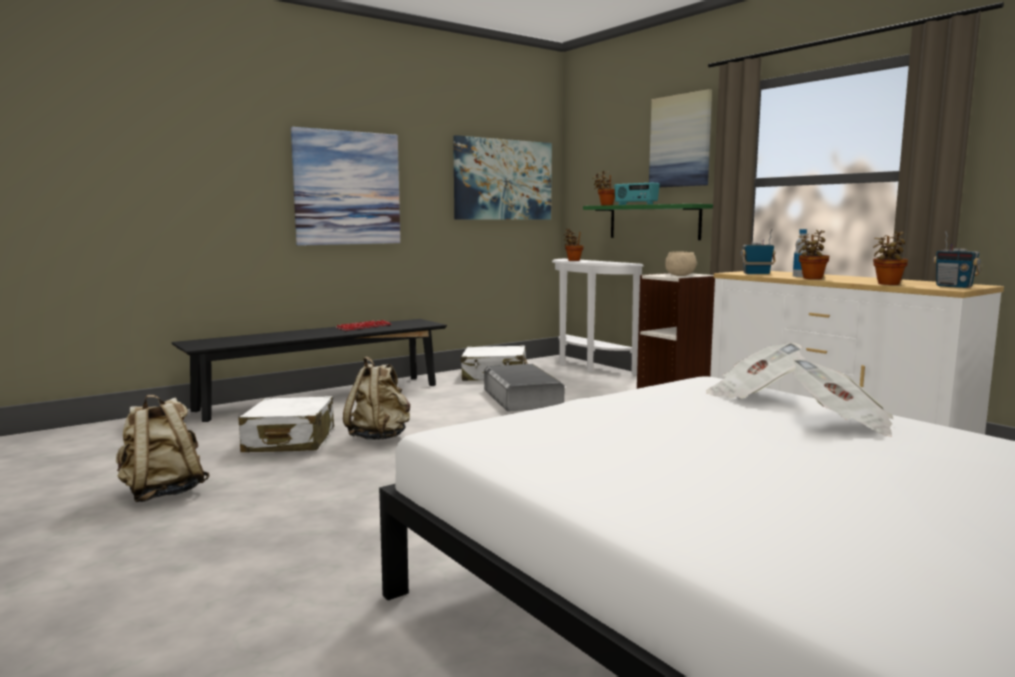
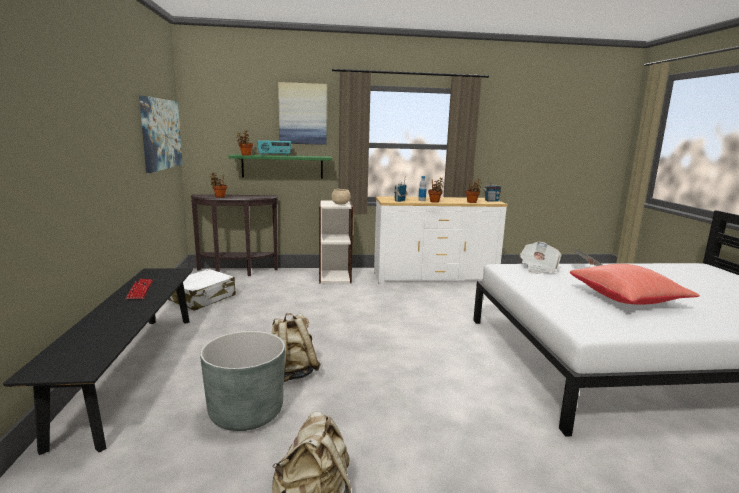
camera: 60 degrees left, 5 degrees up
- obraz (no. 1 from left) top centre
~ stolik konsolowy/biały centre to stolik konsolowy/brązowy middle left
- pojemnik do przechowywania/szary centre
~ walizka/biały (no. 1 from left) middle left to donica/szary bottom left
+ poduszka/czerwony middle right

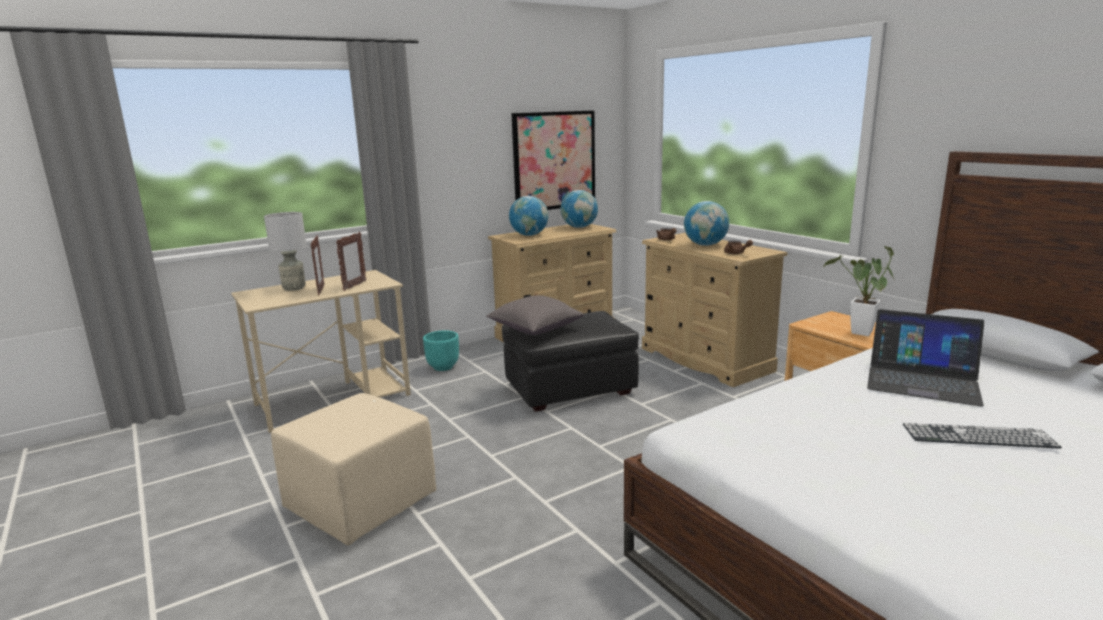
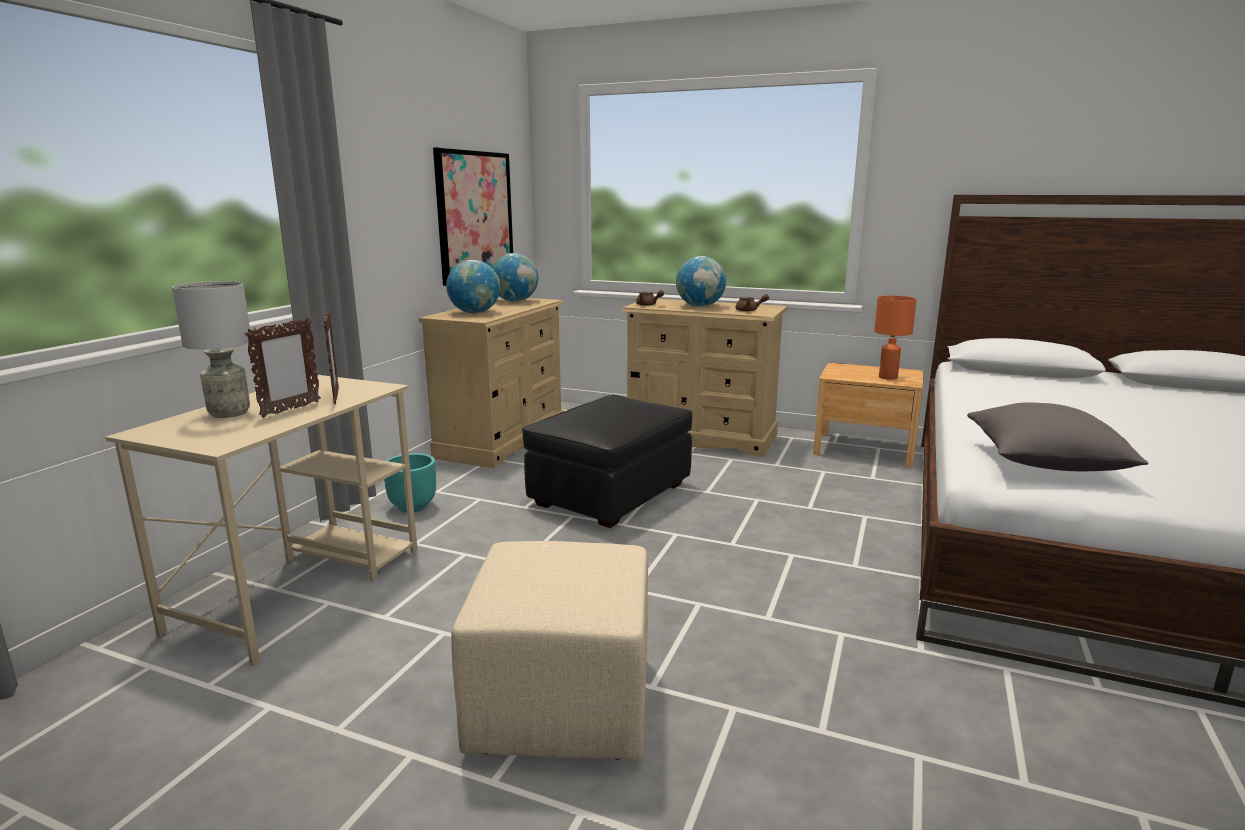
camera: 35 degrees left, 0 degrees up
~ ramka na zdjęcie (no. 1 from left) middle left = middle left 75 degrees clockwise
~ roślina doniczkowa middle right to lampa stołowa/pomarańczowy middle right
~ poduszka/szary centre to middle right
- laptop middle right
- klawiatura bottom right

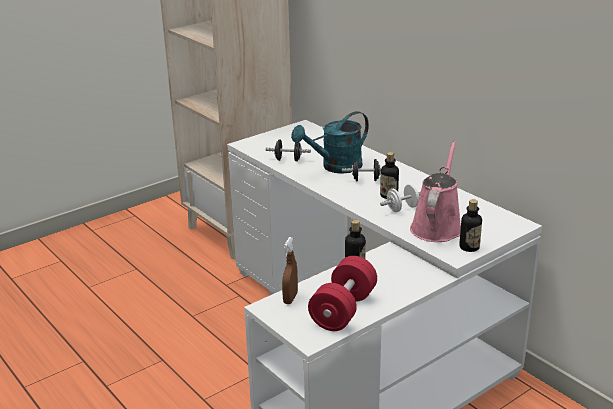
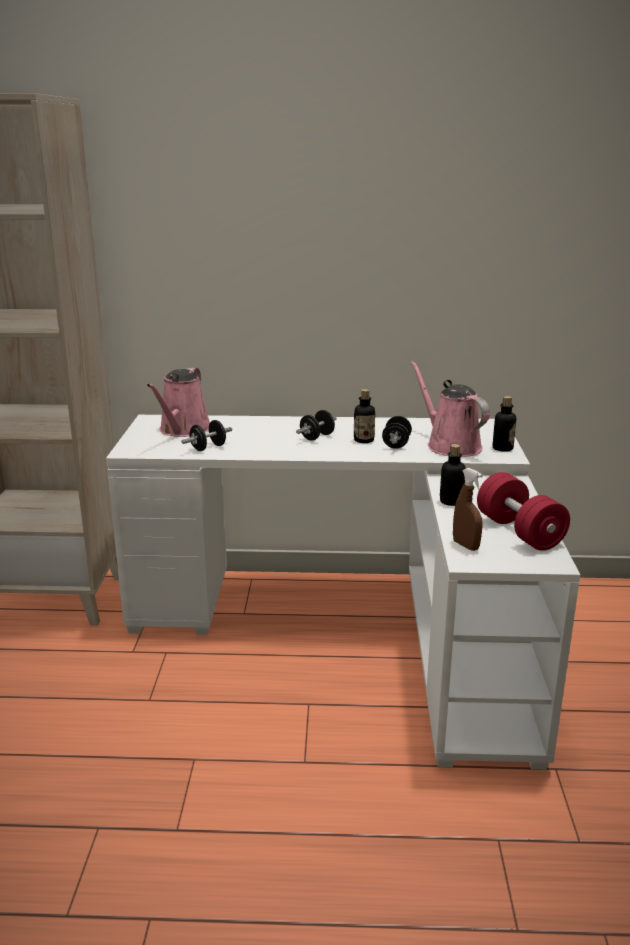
camera: 50 degrees left, 5 degrees down
- konewka/turkusowy centre
~ hantel/biały centre to hantel/czarny (no. 3 from left) centre
+ konewka/różowy (no. 1 from left) middle left

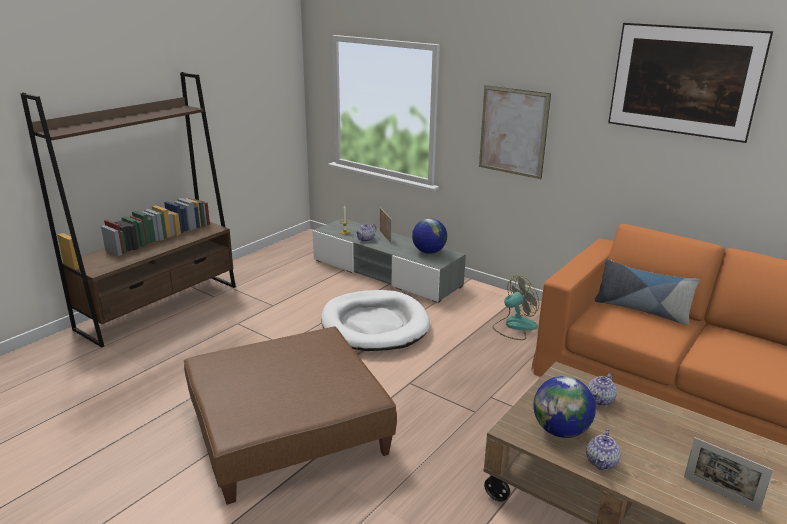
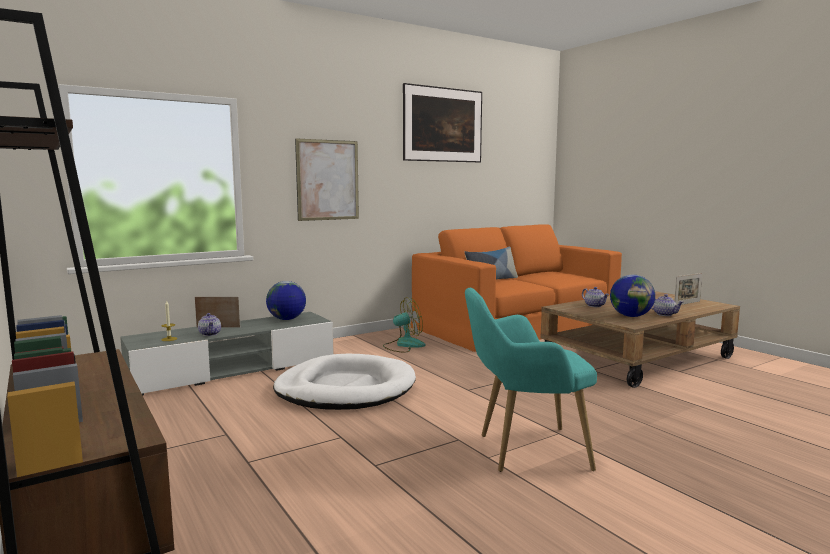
camera: 70 degrees left, 15 degrees down
~ wentylator centre = centre 75 degrees clockwise
~ pufa/brązowy bottom centre to fotel/turkusowy bottom centre

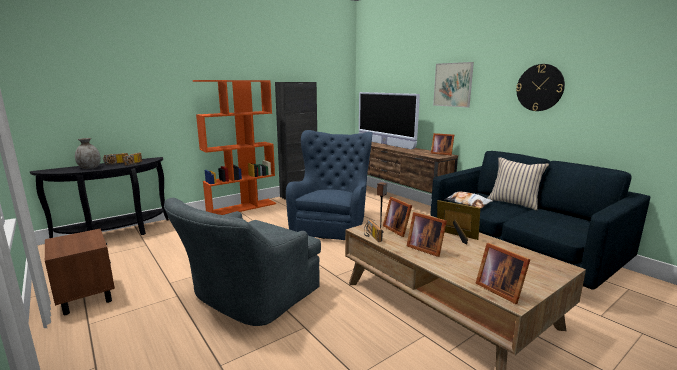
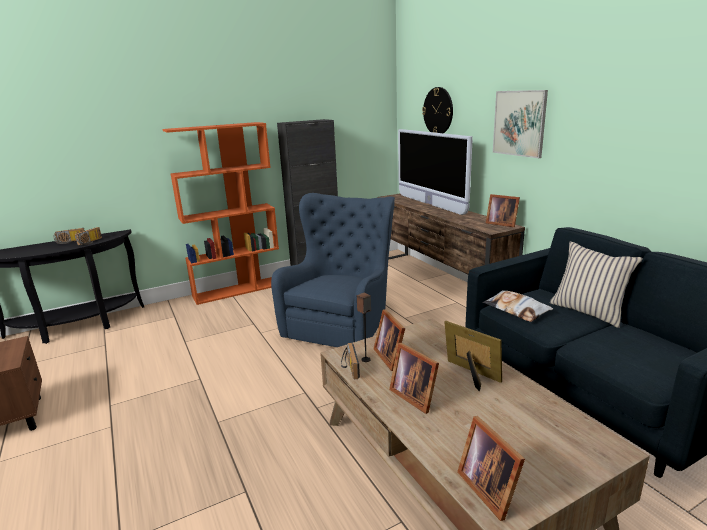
camera: 10 degrees right, 5 degrees up
~ zegar ścienny top right to top centre
- wazon/szary middle left
- fotel/szary bottom centre

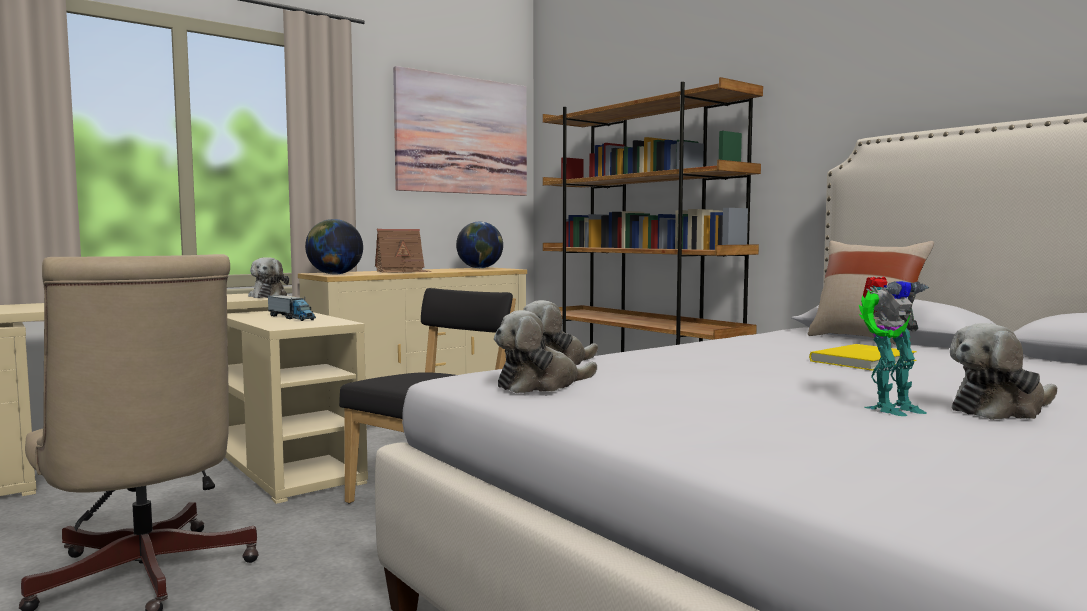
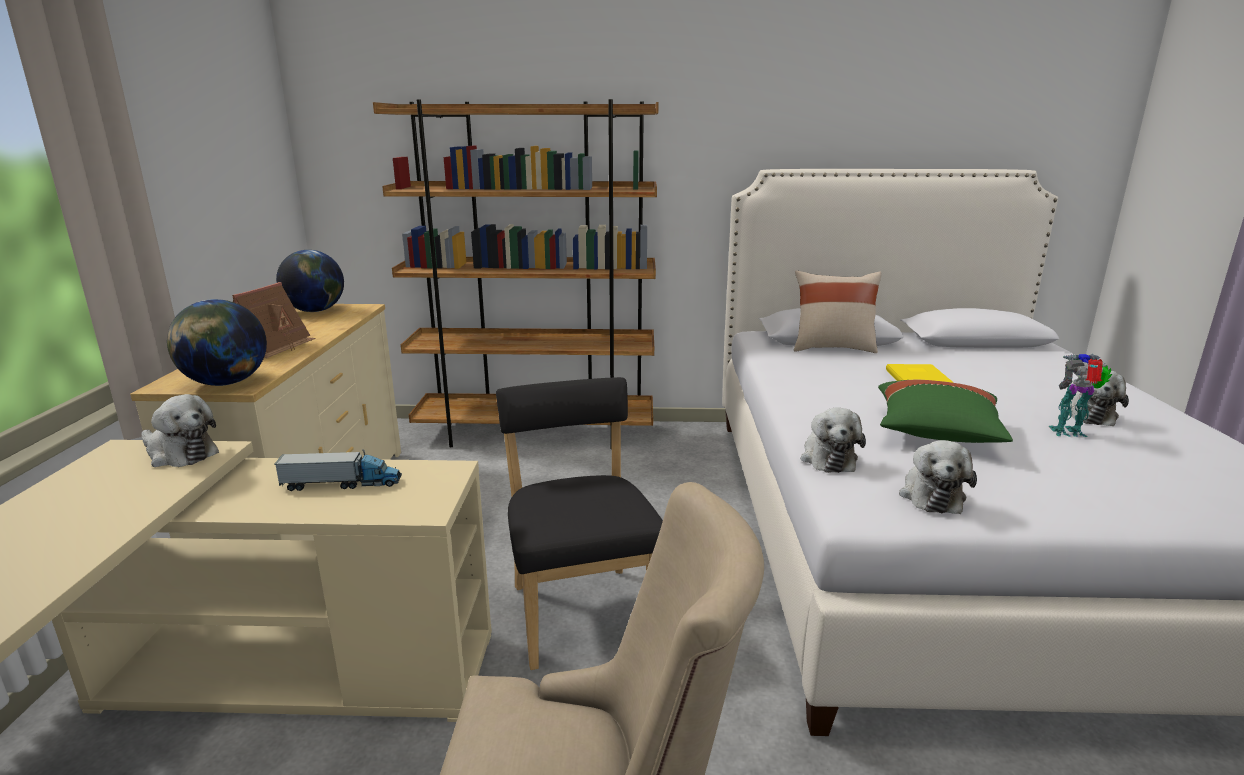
camera: 50 degrees left, 15 degrees up
- obraz top centre
~ robot zabawkowy middle right = middle right 105 degrees counterclockwise
+ poduszka/zielony middle right

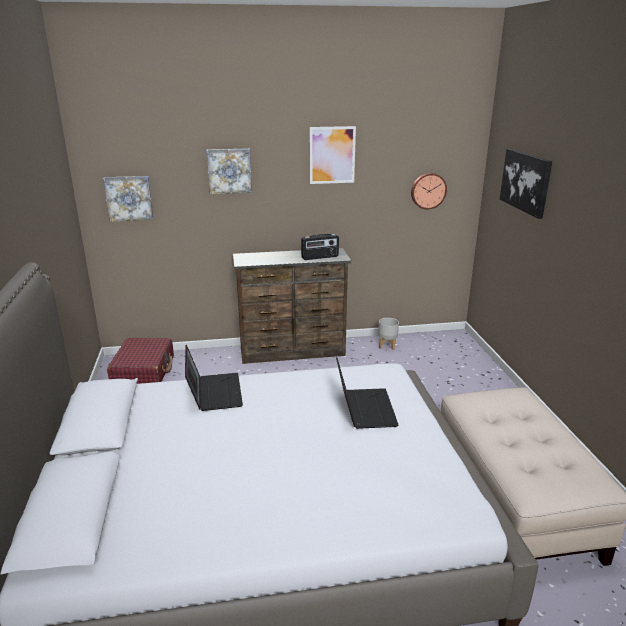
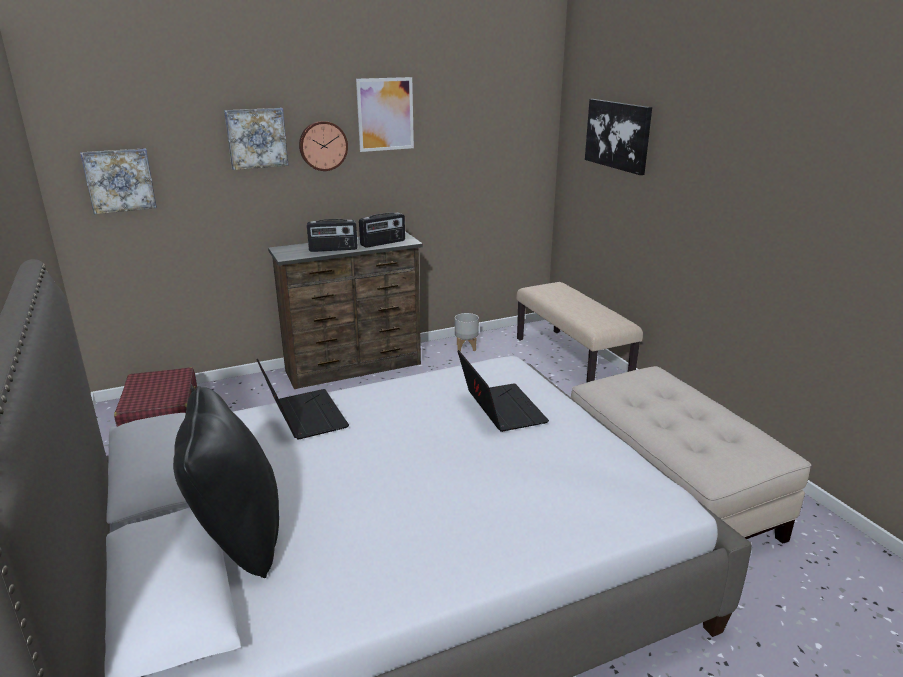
camera: 15 degrees left, 0 degrees up
~ zegar ścienny top right to top centre
+ radio (no. 1 from left) centre
+ ławka/beżowy centre
+ poduszka/czarny bottom left

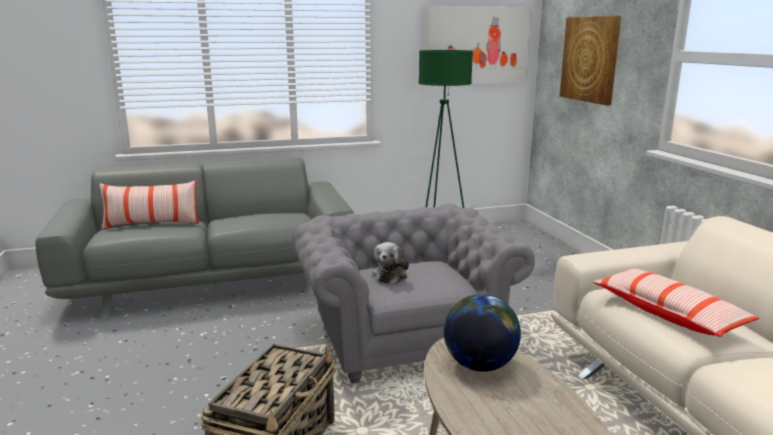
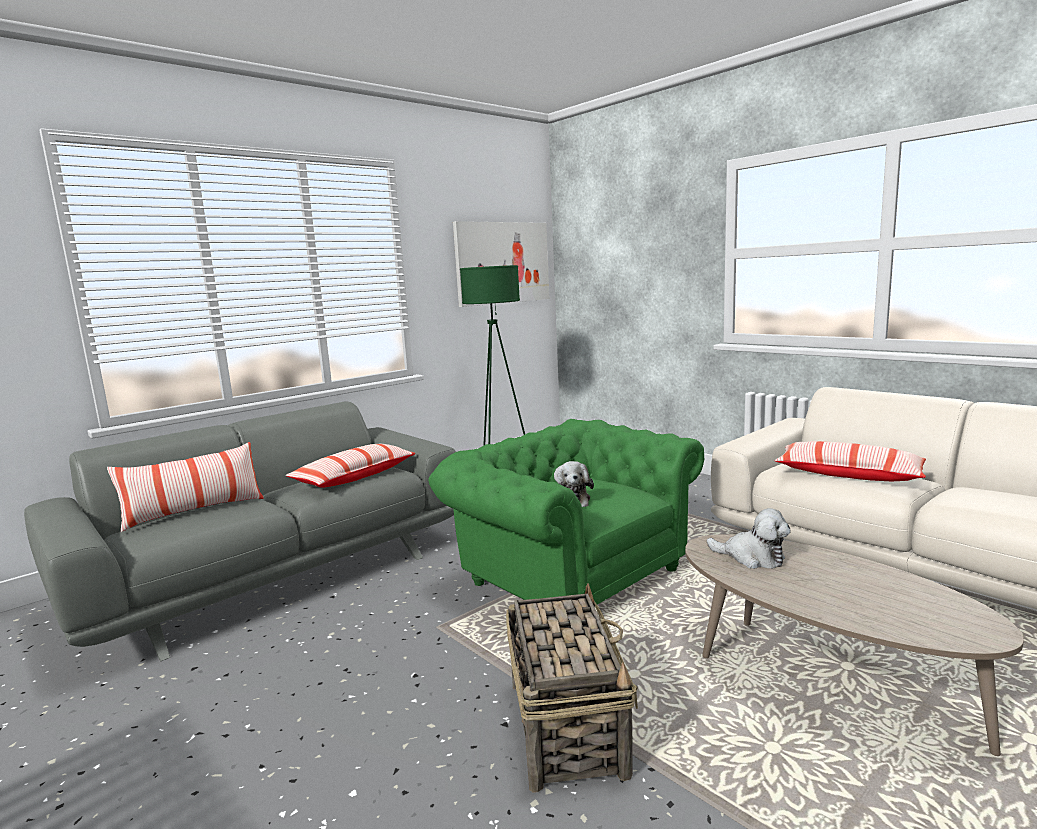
camera: 25 degrees left, 5 degrees down
- obraz (no. 2 from left) top right
~ fotel/szary bottom centre to fotel/zielony centre
~ globus bottom centre to pluszak (no. 2 from left) middle right
+ poduszka (no. 2 from left) centre

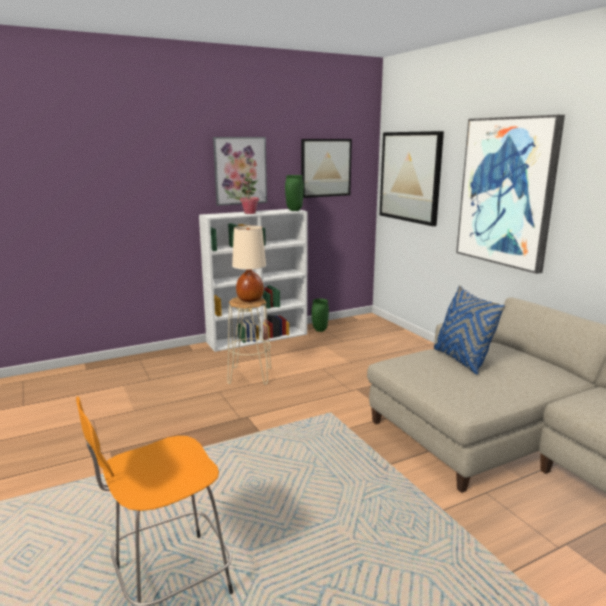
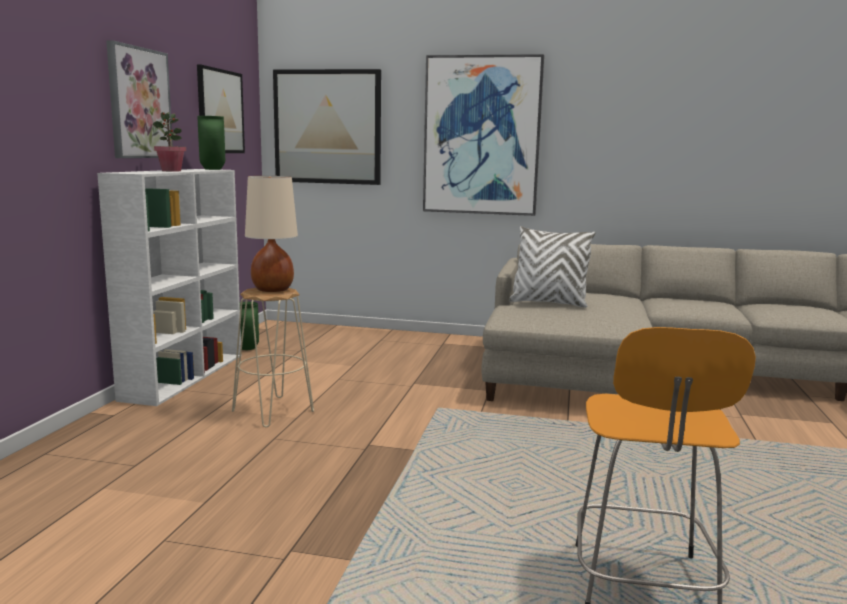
camera: 50 degrees left, 5 degrees down
~ poduszka/niebieski middle right to poduszka/biały centre

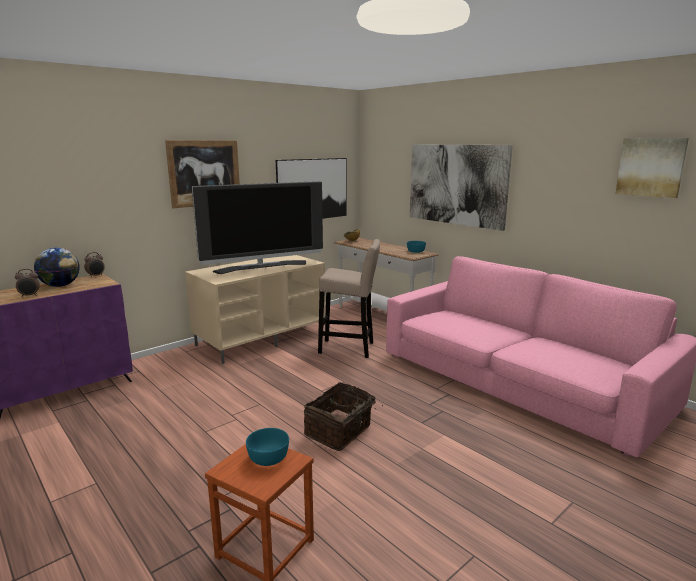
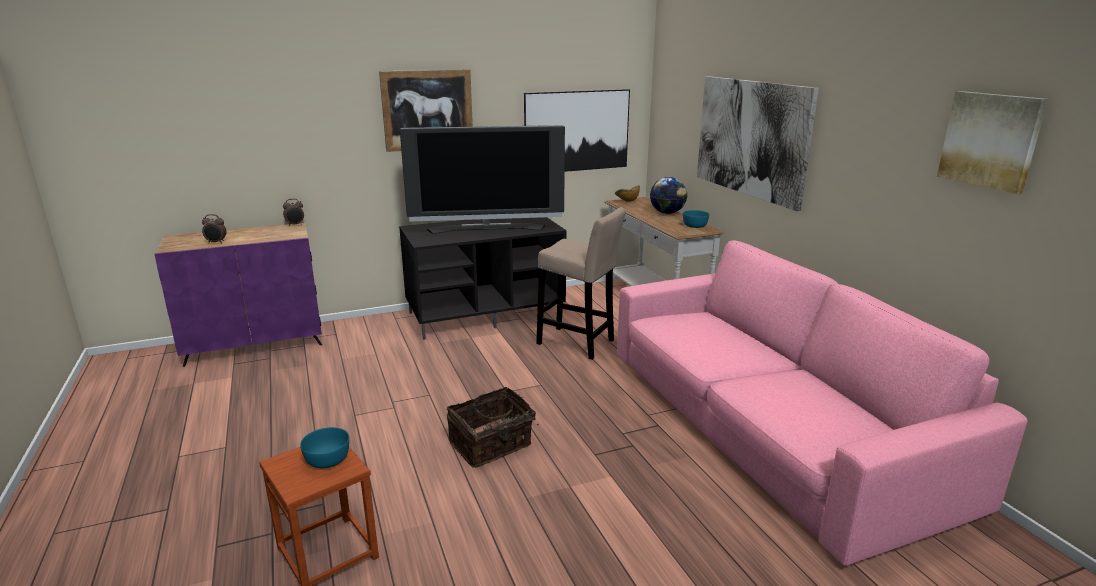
camera: 20 degrees right, 5 degrees up
~ globus middle left to top centre
~ szafka pod telewizor/beżowy centre to szafka pod telewizor/czarny centre

